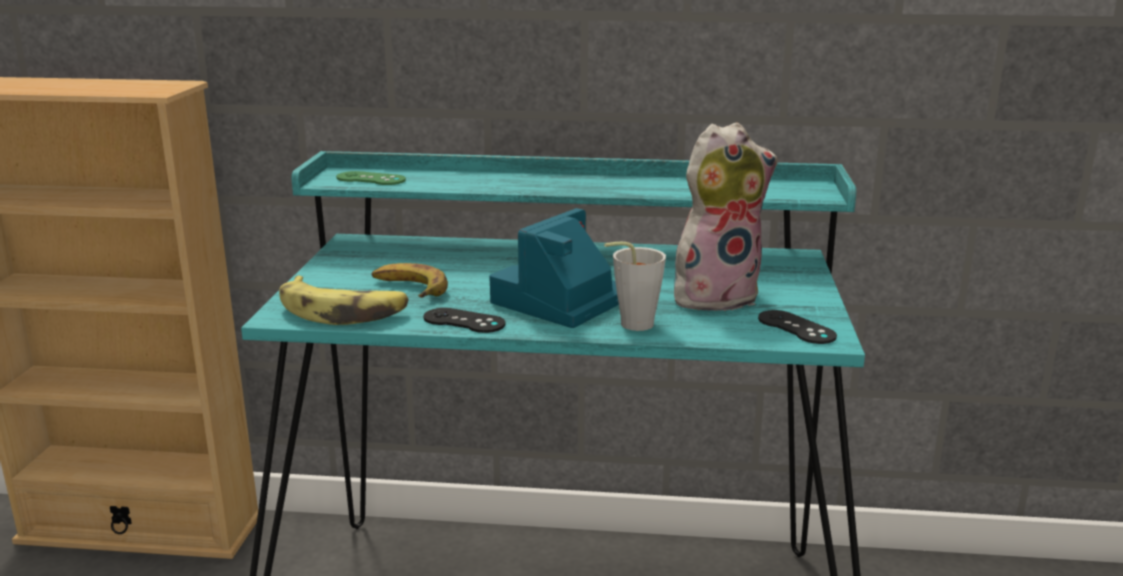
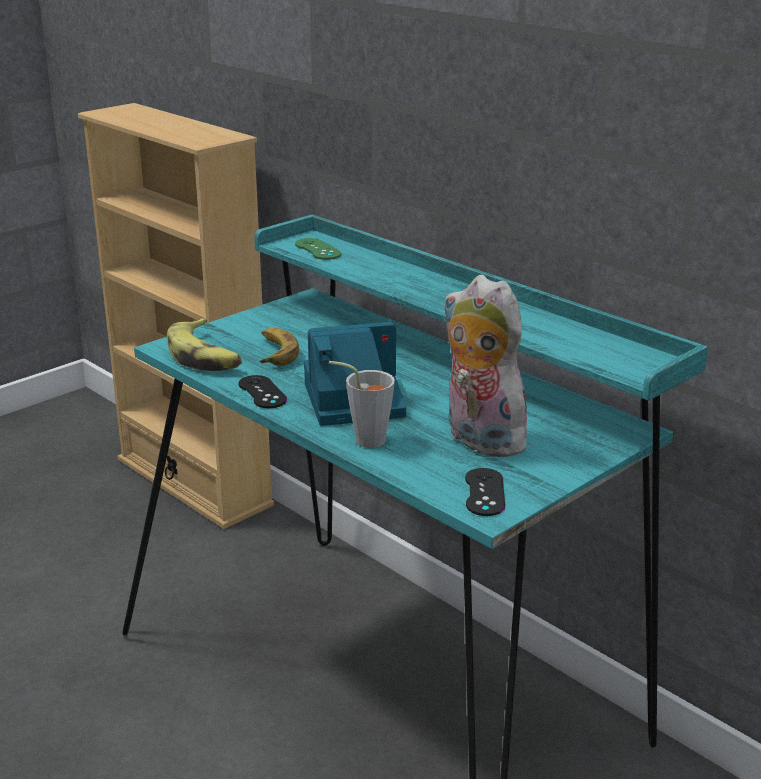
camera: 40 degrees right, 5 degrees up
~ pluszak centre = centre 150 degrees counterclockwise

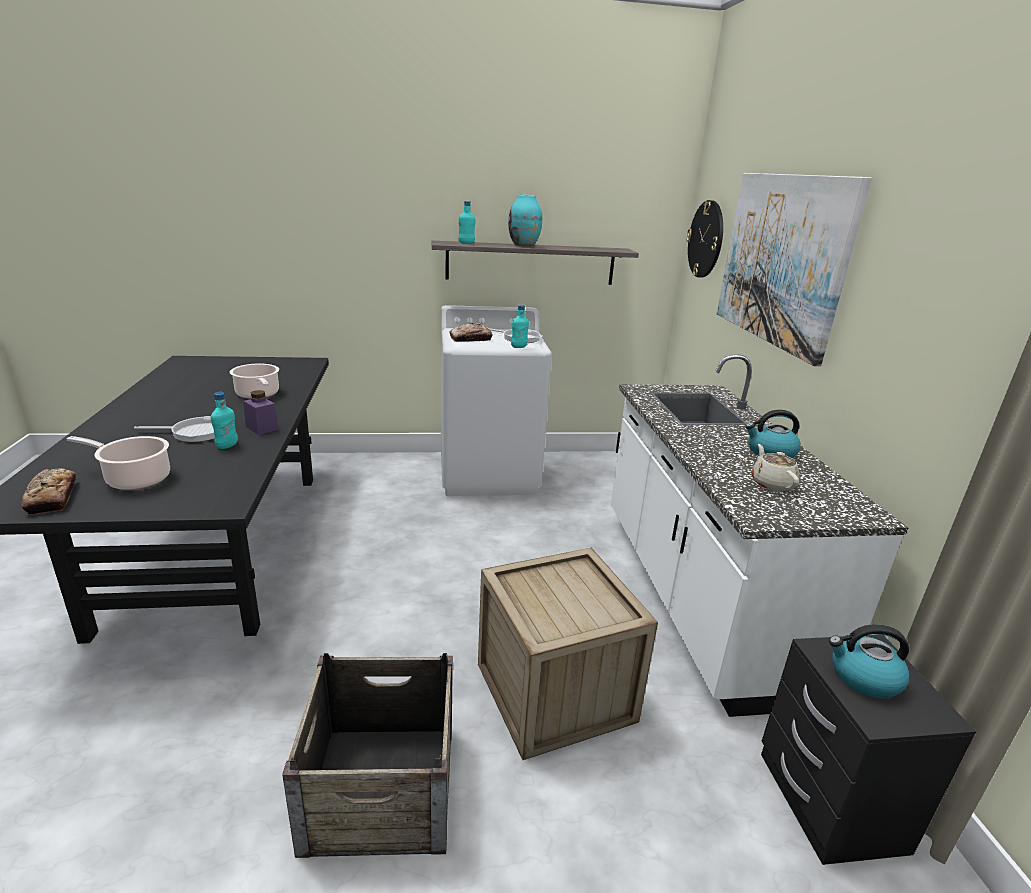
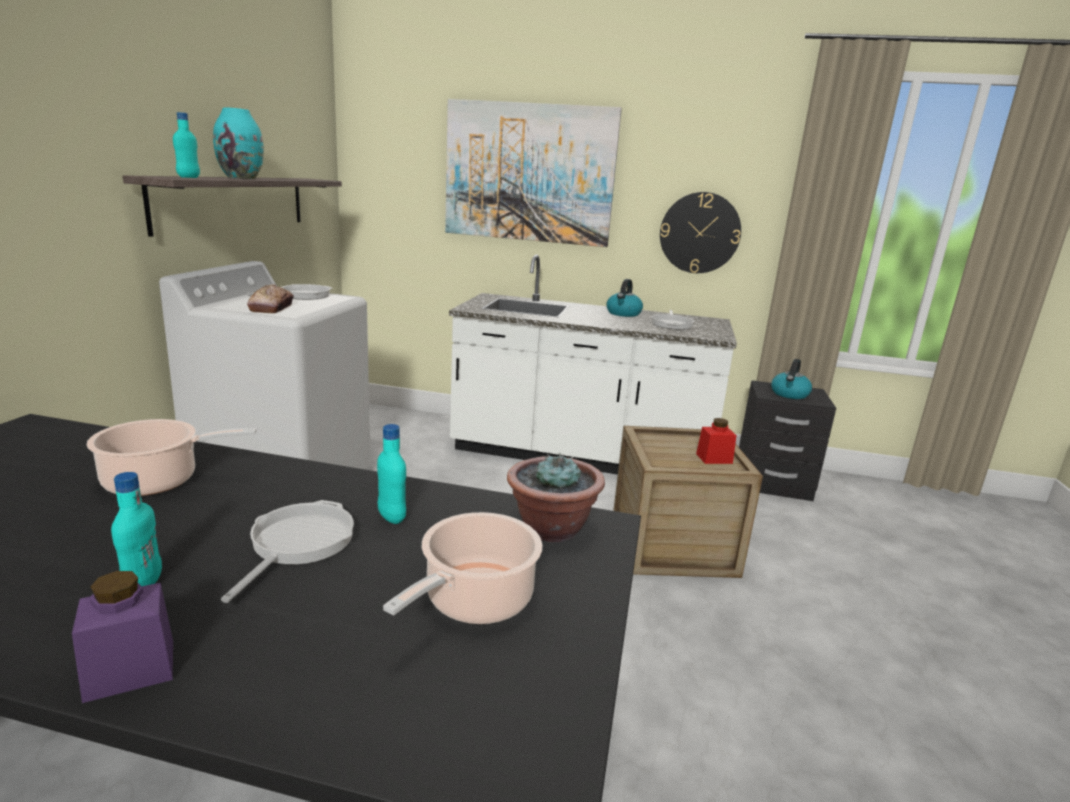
camera: 70 degrees left, 5 degrees down
~ zegar ścienny top right to top centre
~ butelka/turkusowy (no. 3 from left in the first image) centre to butelka/turkusowy (no. 1 from left) middle left
~ słoik/fioletowy middle left to bottom left
~ imbryk/beżowy middle right to patelnia (no. 3 from left) centre
- chleb (no. 1 from left) middle left
- skrzynka (no. 1 from left) bottom centre
+ słoik/czerwony middle right
+ roślina doniczkowa centre

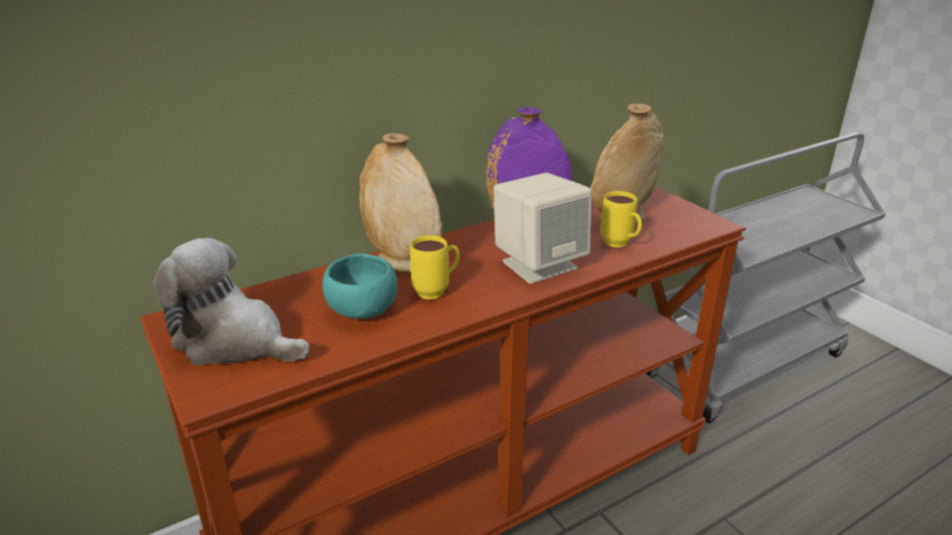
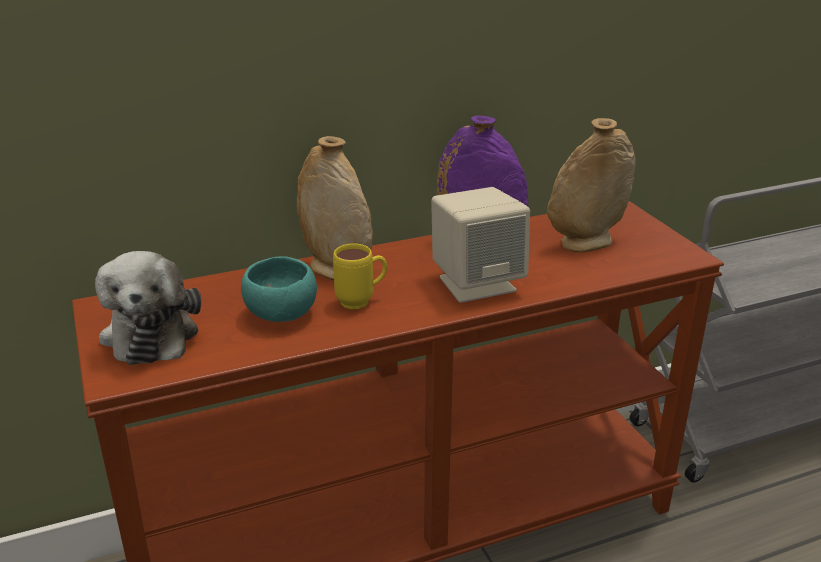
camera: 10 degrees right, 0 degrees up
- kubek/żółty (no. 2 from left) centre
~ pluszak middle left = middle left 135 degrees counterclockwise

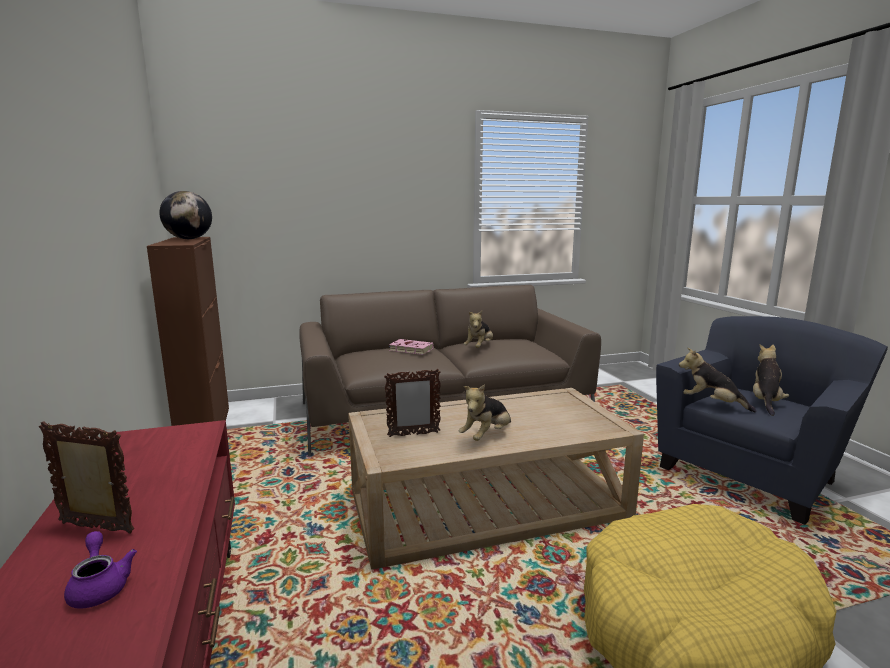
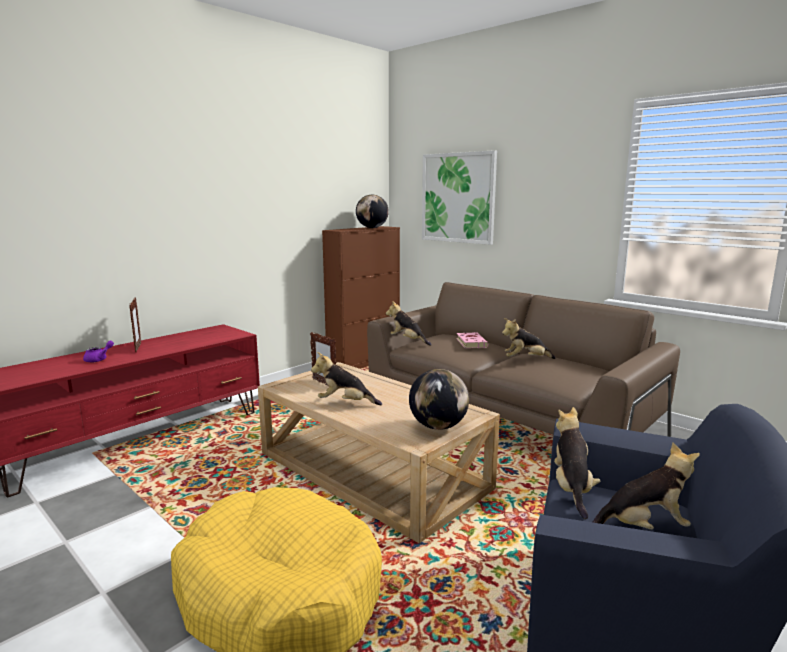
camera: 60 degrees right, 0 degrees up
+ obraz top centre
+ pluszak (no. 2 from left) centre
+ globus (no. 2 from left) centre

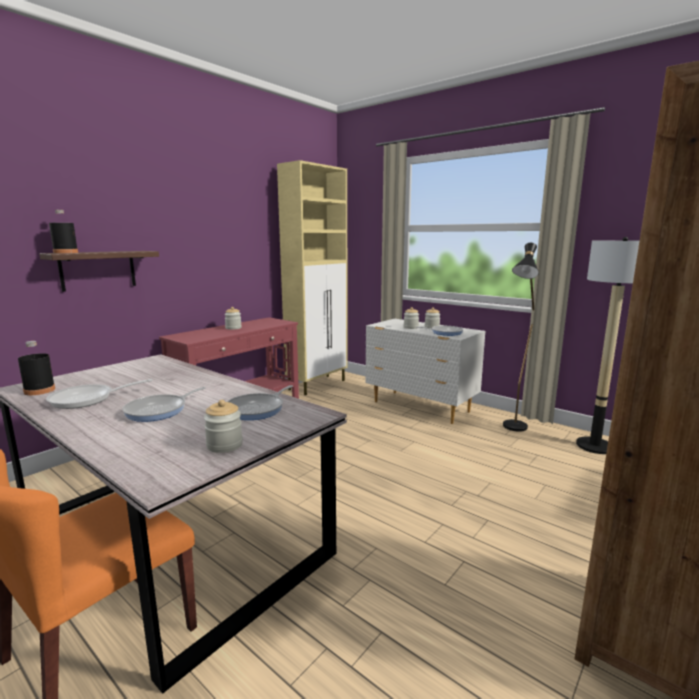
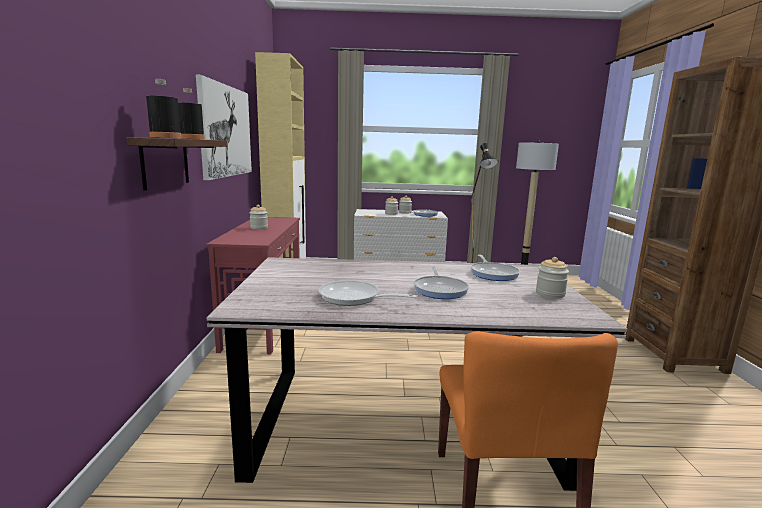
camera: 40 degrees left, 0 degrees up
~ butelka/czarny (no. 1 from left in the first image) middle left to butelka/czarny (no. 2 from left) top left
~ patelnia (no. 1 from left) middle left = centre 90 degrees clockwise
+ obraz top left

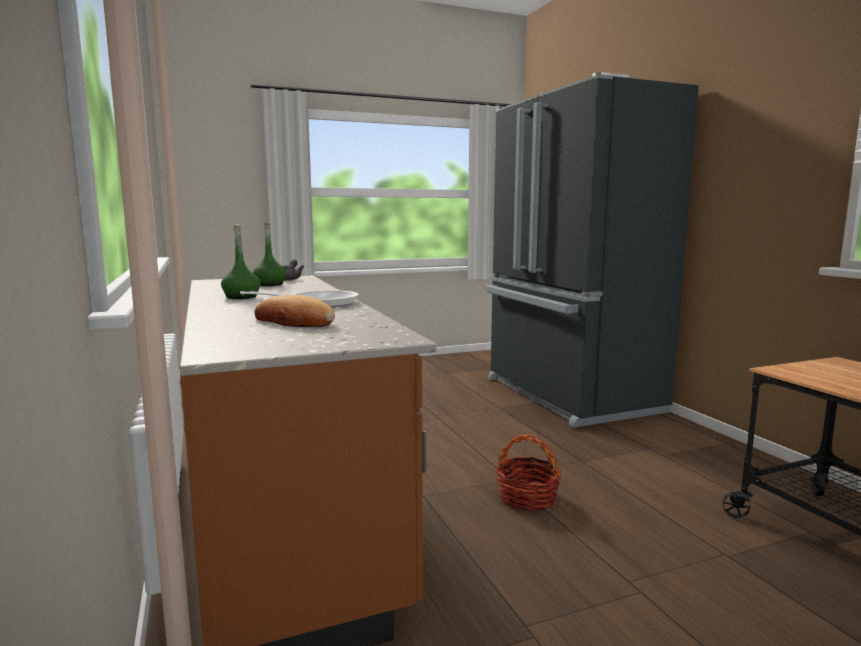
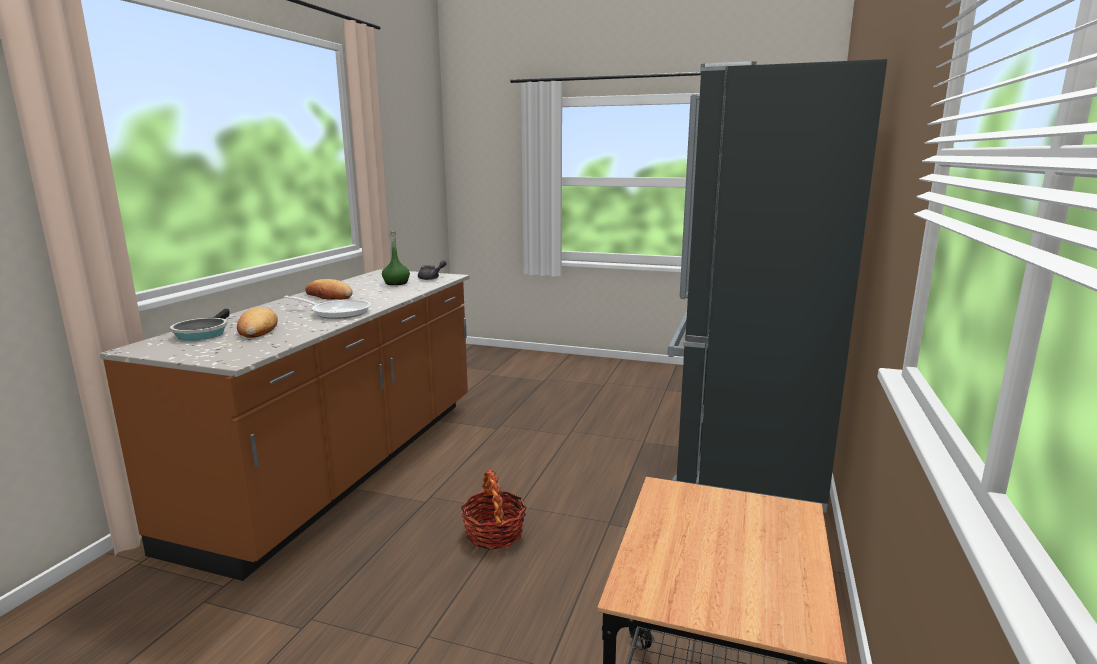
camera: 40 degrees right, 5 degrees up
~ butelka/zielony (no. 1 from left) middle left to chleb (no. 2 from left) middle left
+ patelnia (no. 1 from left) middle left

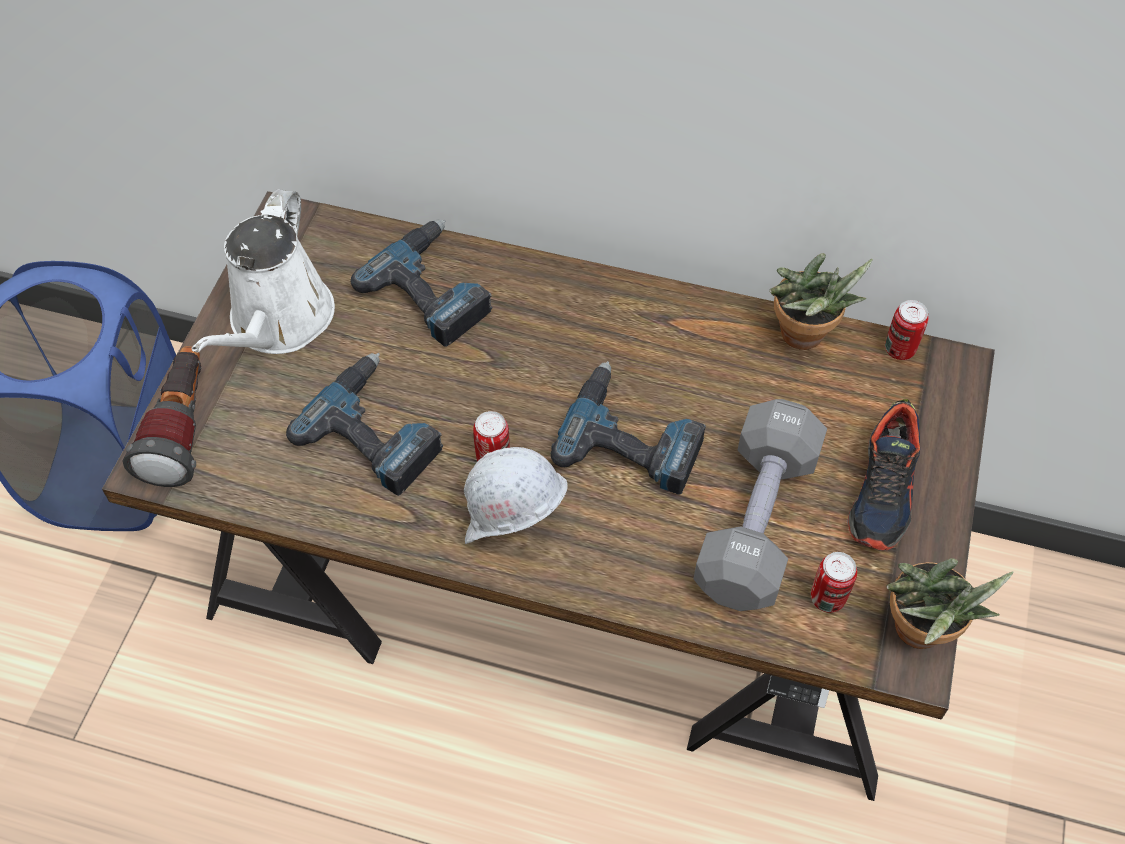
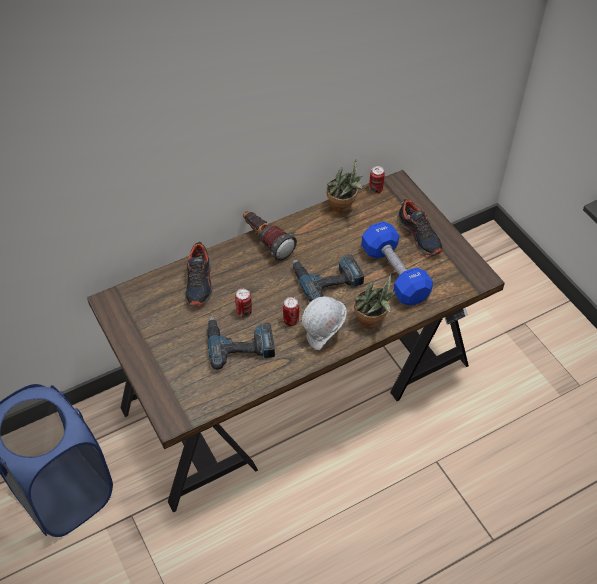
camera: 45 degrees left, 5 degrees down
- konewka/biały top left
~ wiertarka (no. 2 from left) centre to but (no. 1 from left) middle left
~ latarka middle left to centre
~ hantel/szary middle right to hantel/niebieski centre
~ puszka (no. 2 from left in the first image) bottom right to puszka (no. 1 from left) centre
~ roślina doniczkowa (no. 2 from left) bottom right to centre

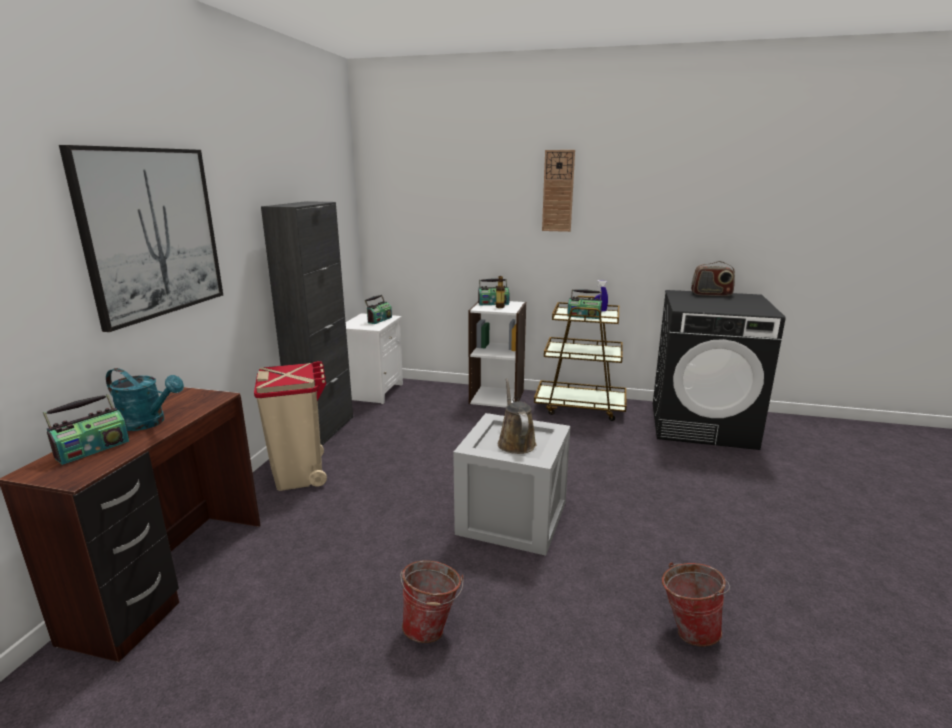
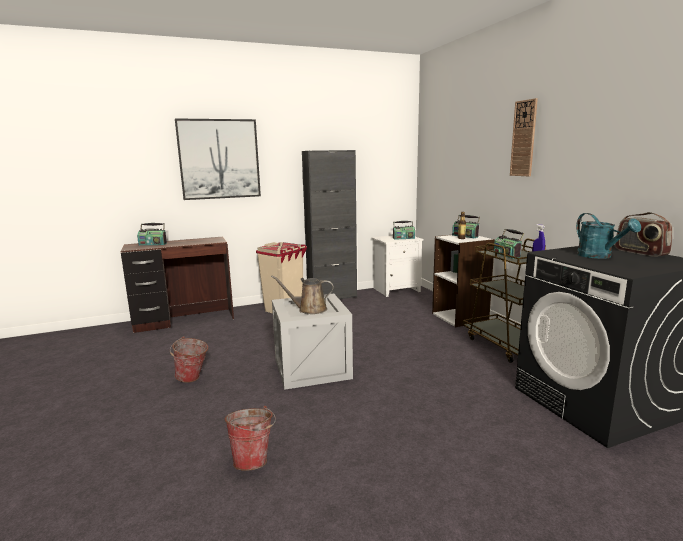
camera: 55 degrees right, 5 degrees down
~ konewka/turkusowy middle left to middle right
~ konewka/brązowy centre = centre 135 degrees counterclockwise

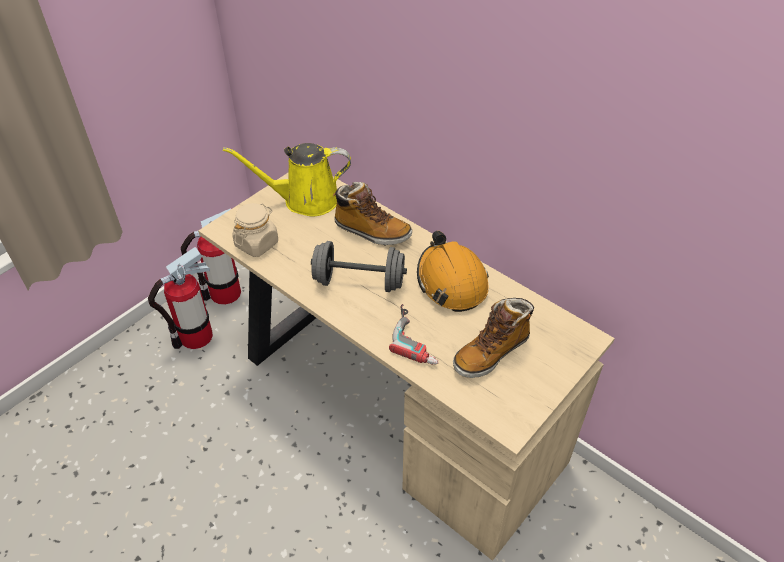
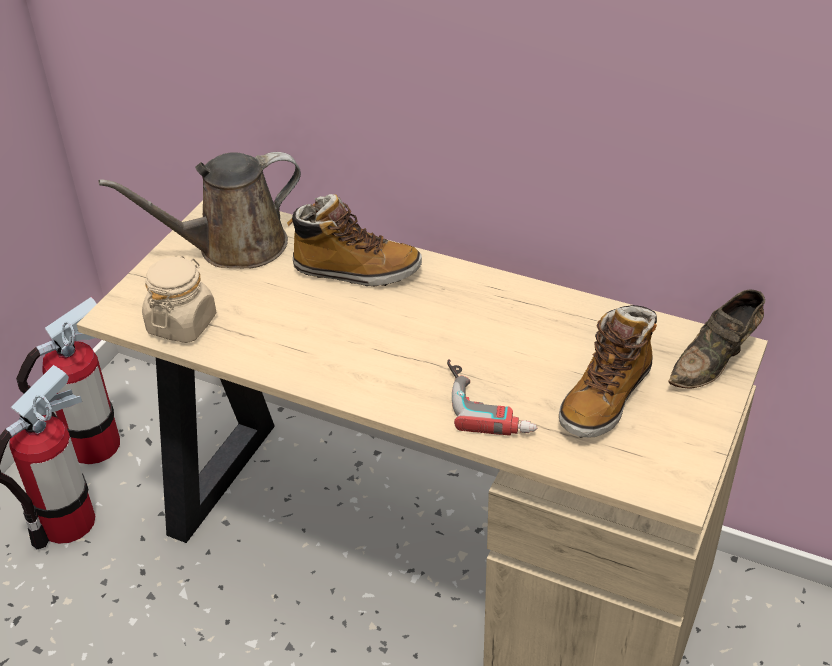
camera: 15 degrees left, 5 degrees down
~ konewka/żółty top centre to konewka/brązowy top left
- kask/pomarańczowy centre
- hantel/szary centre
+ but/brązowy middle right

